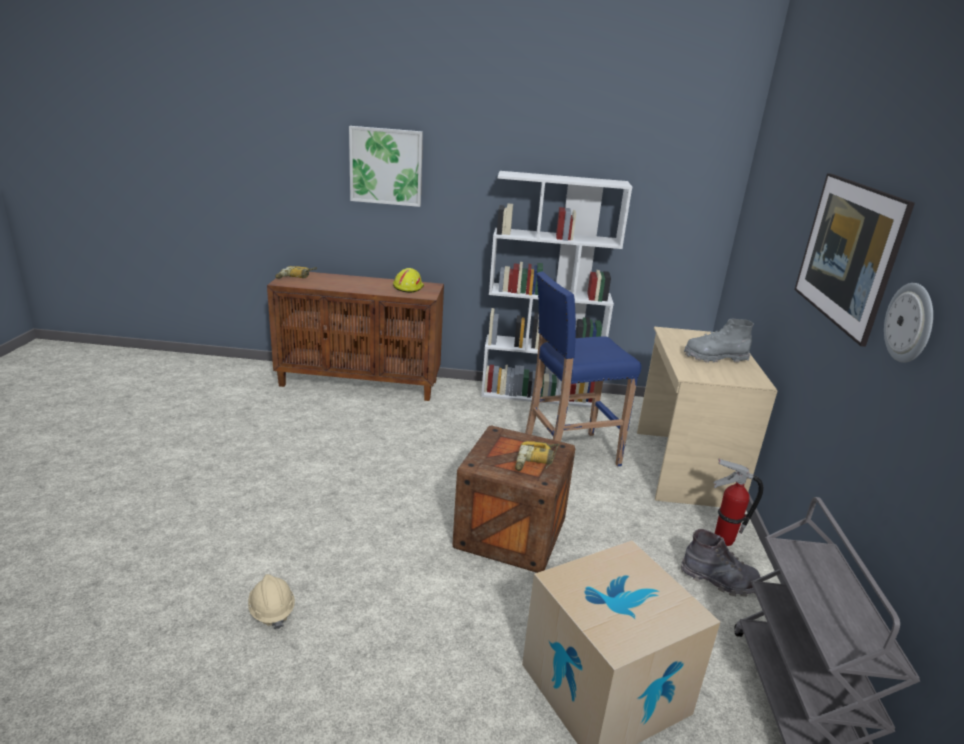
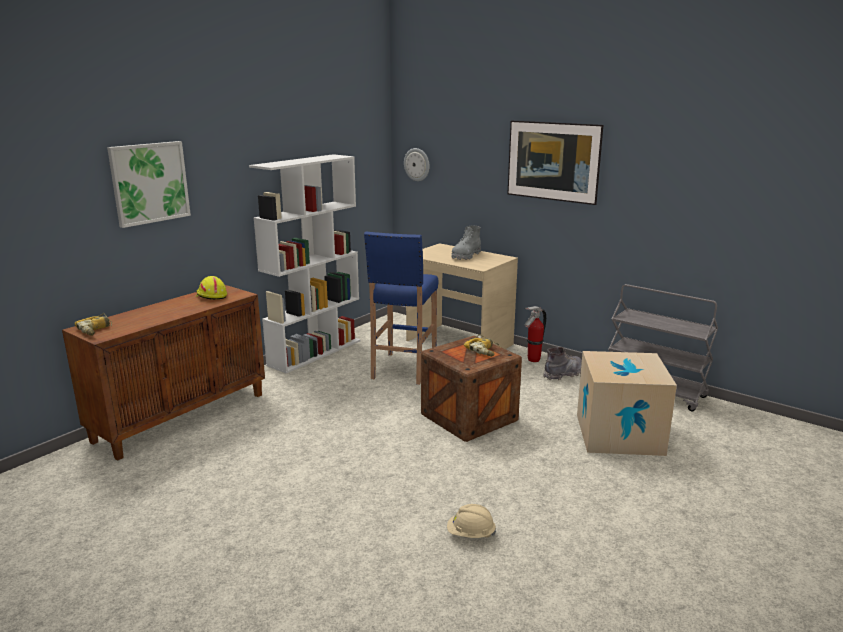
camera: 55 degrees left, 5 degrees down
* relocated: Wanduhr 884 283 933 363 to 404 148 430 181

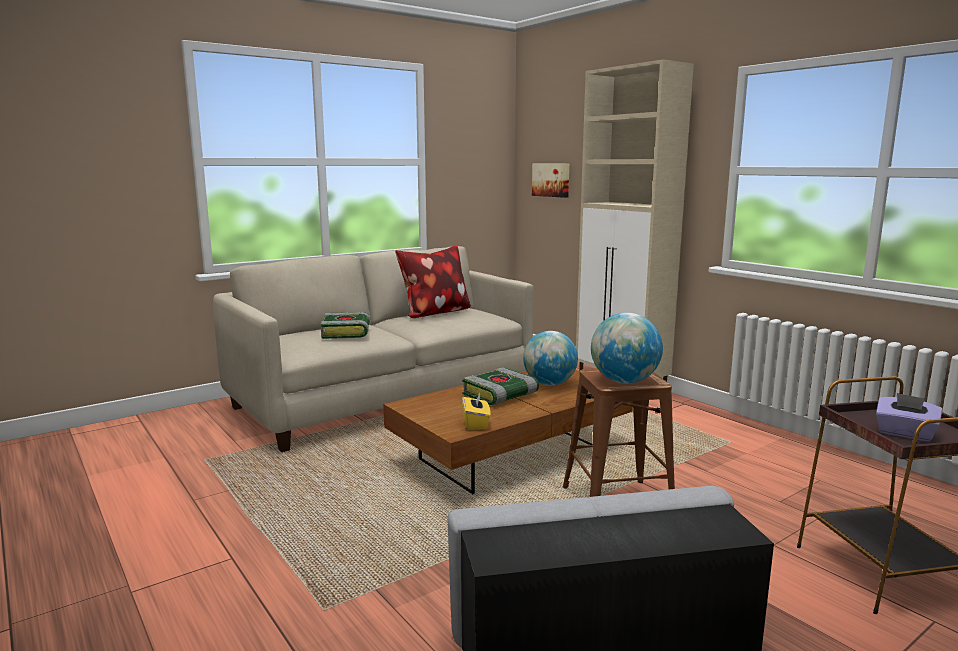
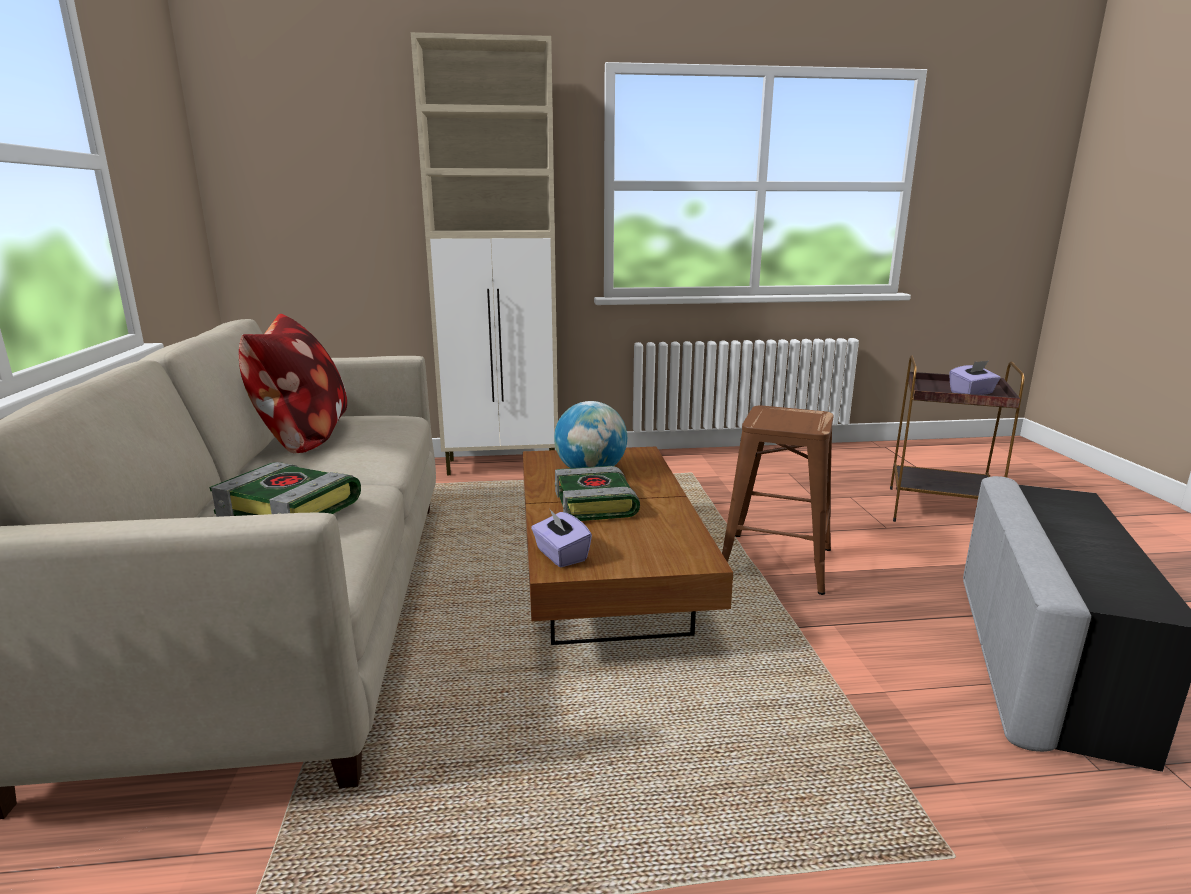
camera: 60 degrees left, 5 degrees up
* missing: Taschentuchbox (gelb) 462 392 491 430
* missing: Bild 532 164 569 198
* missing: Globus 591 313 663 383
* appeared: Taschentuchbox (lila) 531 510 592 567

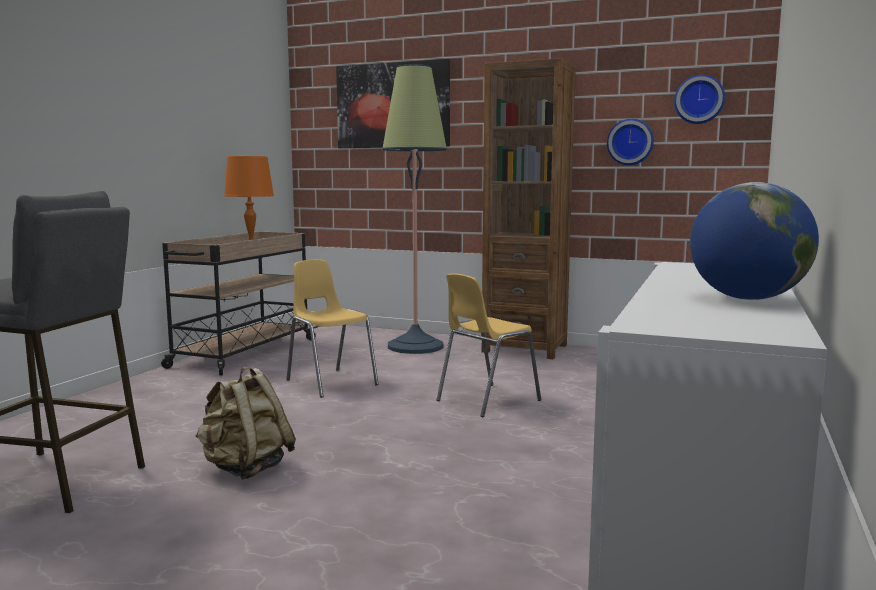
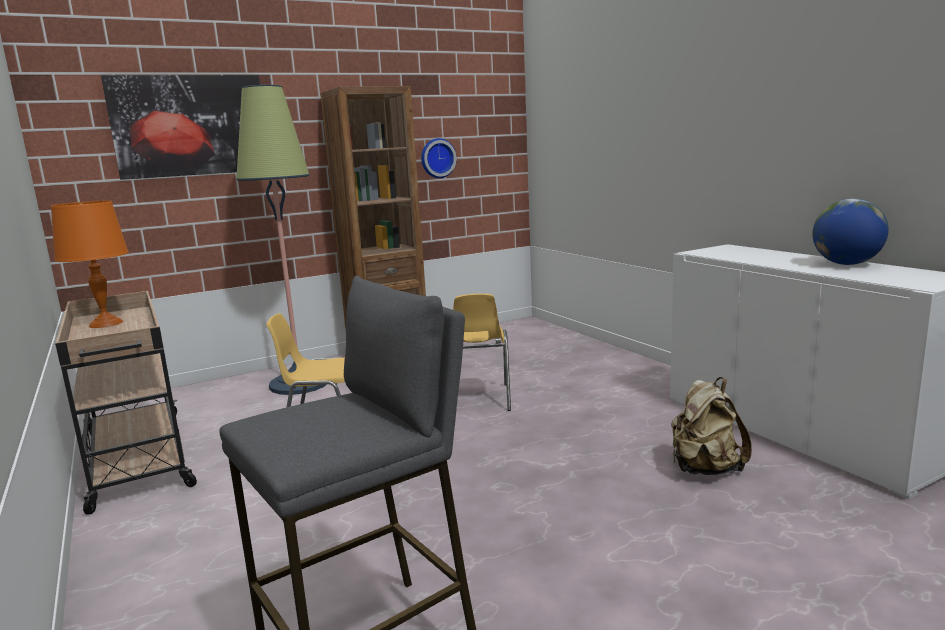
camera: 50 degrees left, 5 degrees up
* relocated: Rucksack (beige) 196 366 296 480 to 671 377 752 475
* missing: Wanduhr 674 75 725 124

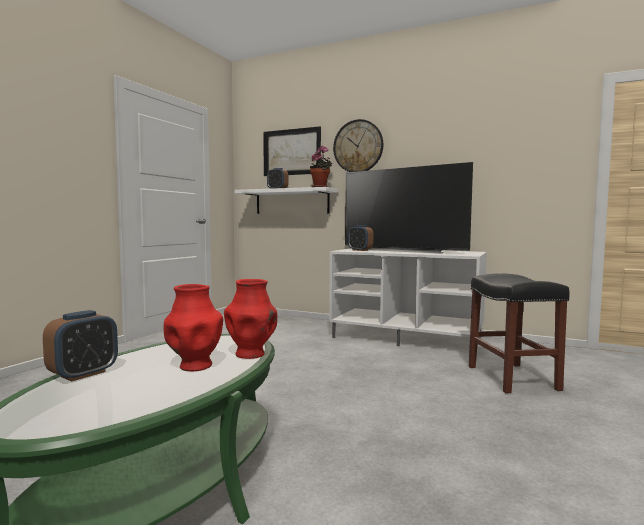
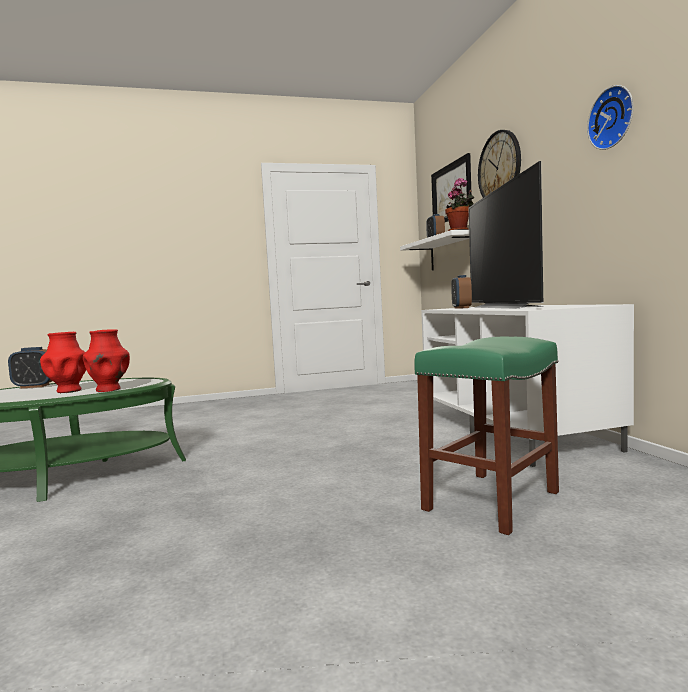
camera: 50 degrees right, 0 degrees up
* colour: Hocker (schwarz) 469 274 570 393 to Hocker (grün) 414 336 559 535
* appeared: Wanduhr 587 85 633 150

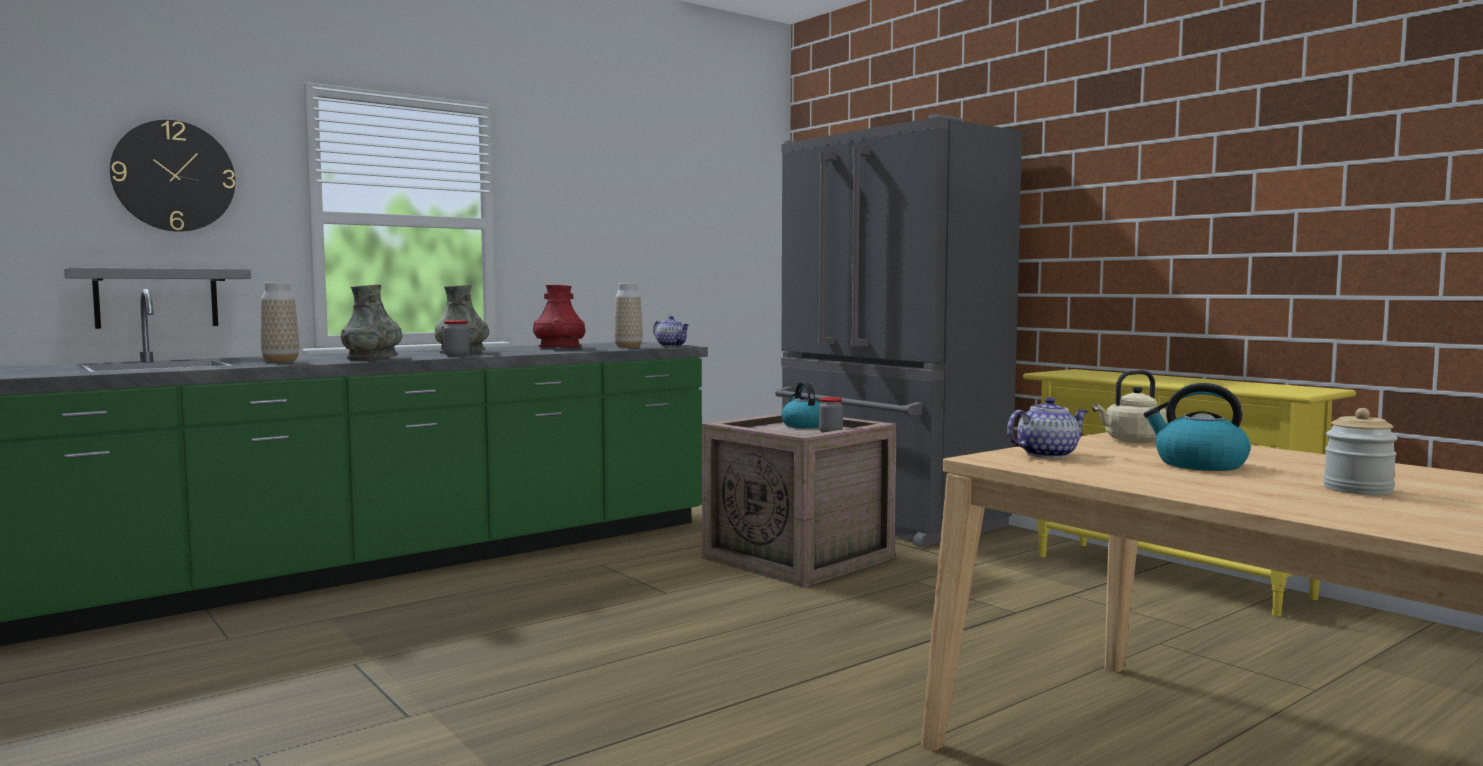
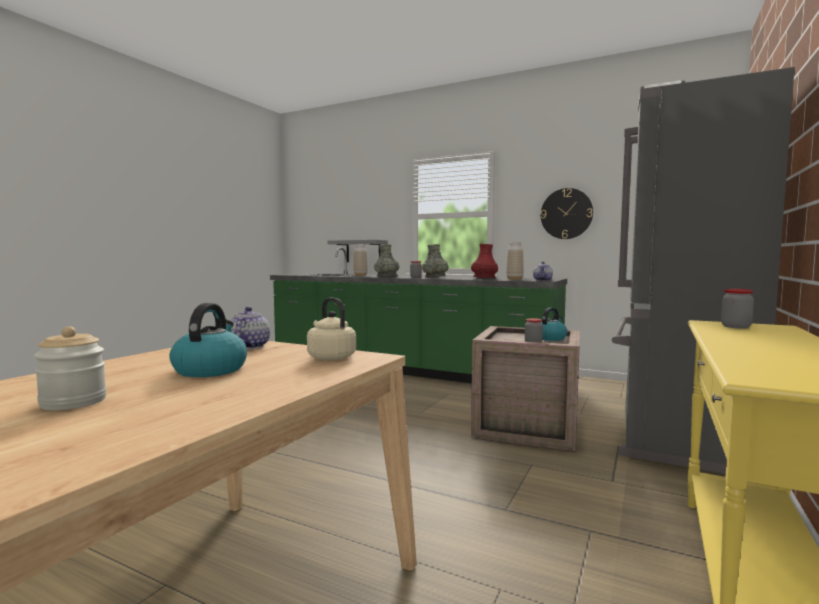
camera: 65 degrees right, 0 degrees up
* relocated: Wanduhr 110 120 235 232 to 541 188 593 239
* spun: Teekanne 1007 397 1089 458 = 230 307 270 349 135 degrees counterclockwise
* appeared: Vorratsglas 721 289 754 329

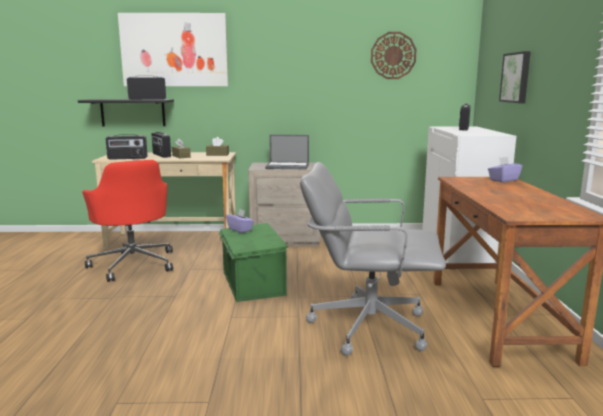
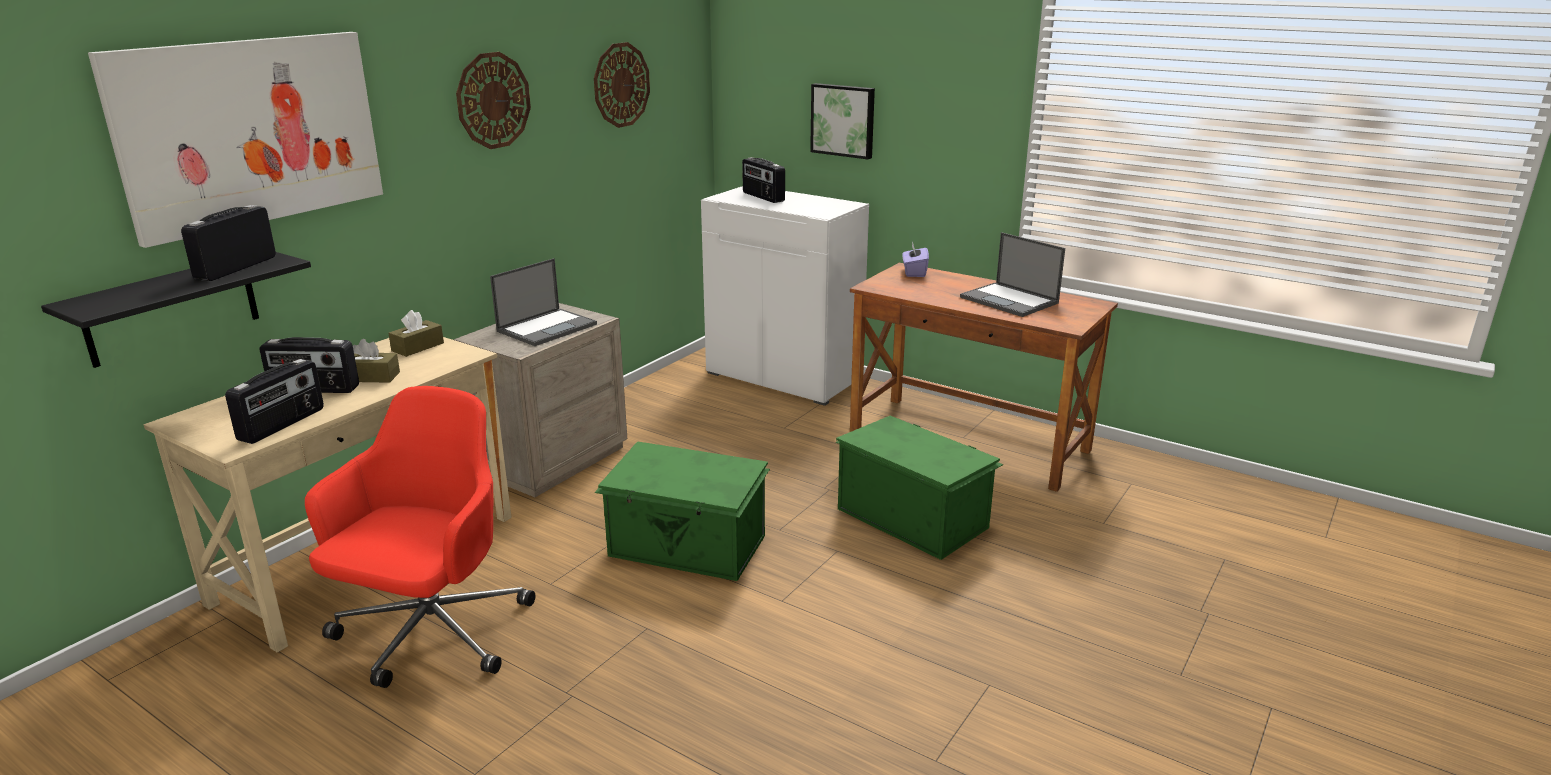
camera: 55 degrees left, 10 degrees up
* spun: Bürostuhl (rot) 82 160 173 282 = 305 386 535 688 75 degrees counterclockwise
* missing: Taschentuchbox (lila) 226 208 254 233
* exchanged: Bürostuhl (grau) 300 162 446 356 to Aufbewahrungsbox (grün) 836 416 1003 560
* appeared: Wanduhr 456 52 531 149
* appeared: Laptop 960 232 1065 317

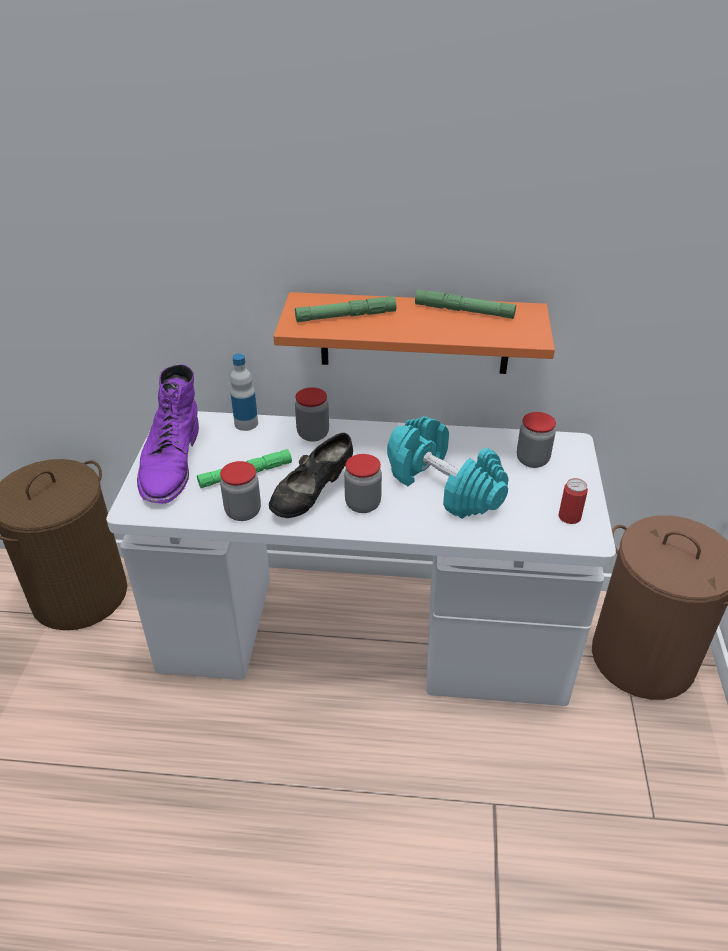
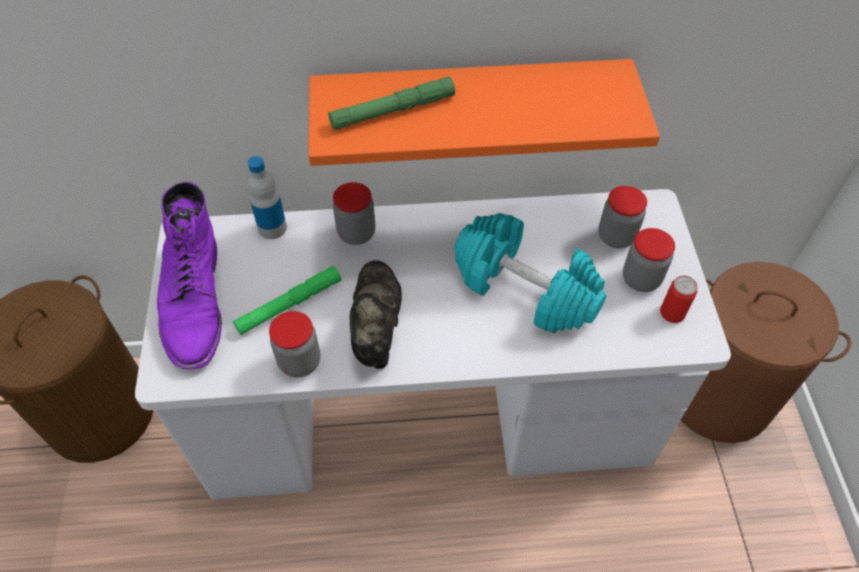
camera: 10 degrees left, 15 degrees up
* spun: Schuh (schwarz) 269 433 353 518 = 349 260 402 369 150 degrees clockwise
* relocated: Vorratsglas 344 454 382 513 to 623 228 675 292
* missing: Taschenlampe (grün) 415 289 516 319

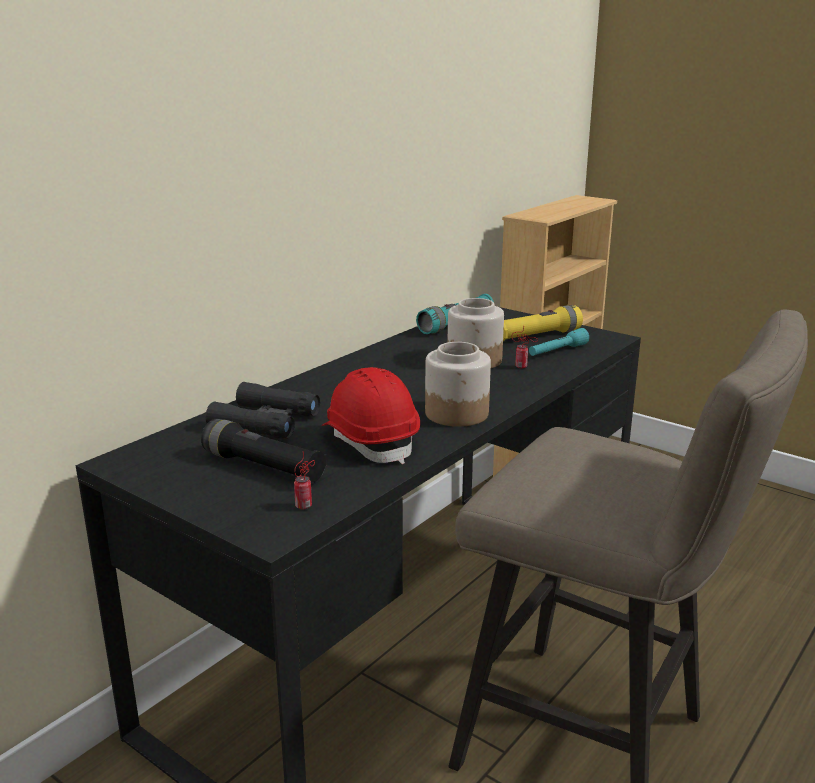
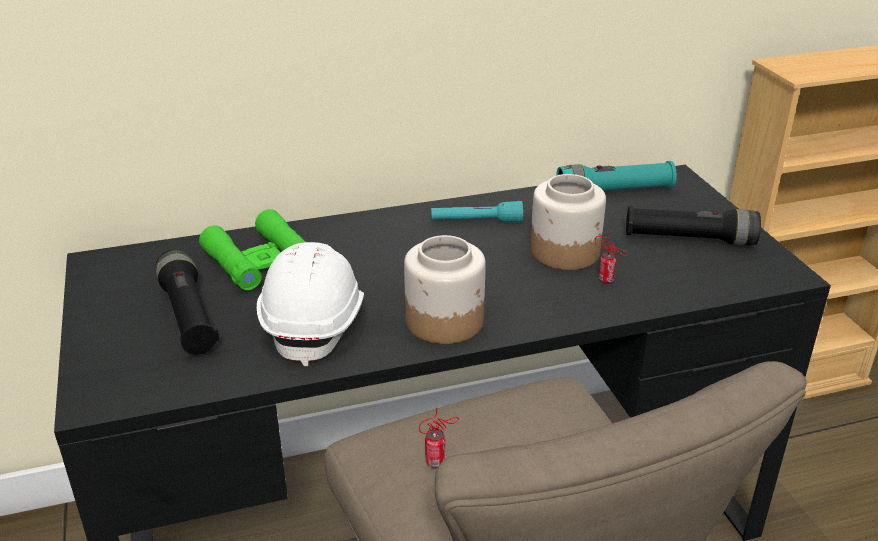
camera: 35 degrees right, 10 degrees up
* colour: Fernglas (schwarz) 205 382 320 439 to Fernglas (grün) 199 209 305 290
* relocated: Dose 294 451 315 509 to 419 408 459 468
* colour: Schutzhelm (rot) 322 367 420 464 to Schutzhelm (weiß) 257 242 364 366
* colour: Taschenlampe (gelb) 503 305 583 341 to Taschenlampe (schwarz) 626 206 761 245
* relocated: Taschenlampe (türkis) 529 328 589 356 to 431 201 523 222

